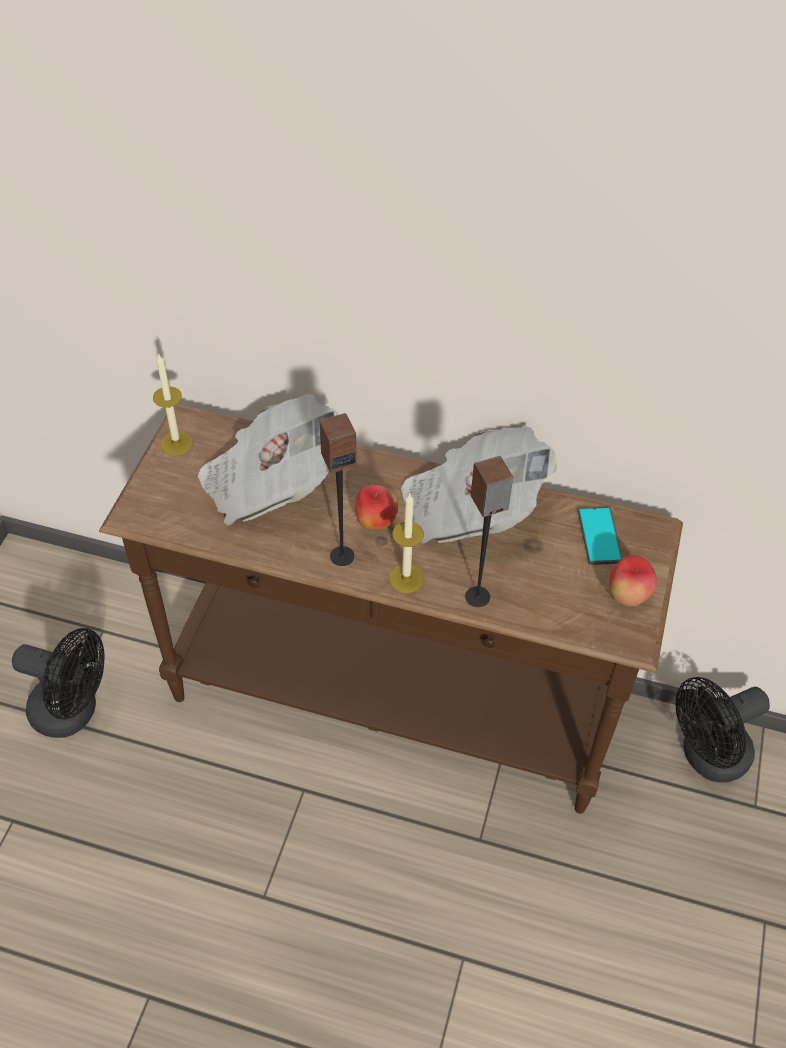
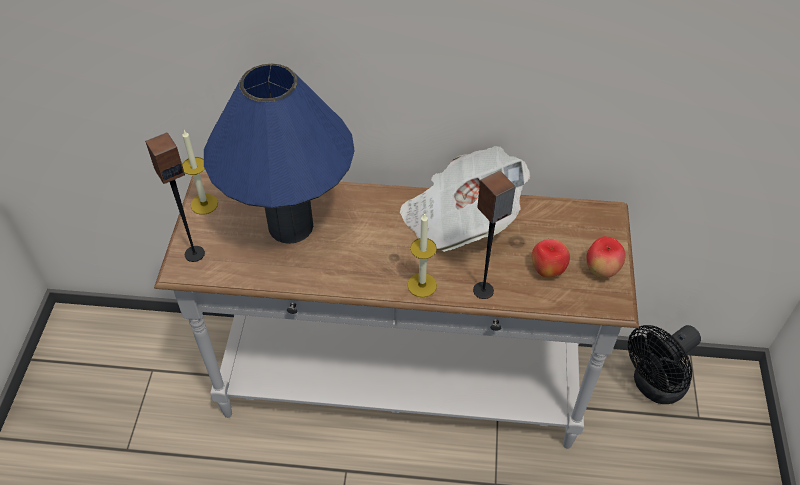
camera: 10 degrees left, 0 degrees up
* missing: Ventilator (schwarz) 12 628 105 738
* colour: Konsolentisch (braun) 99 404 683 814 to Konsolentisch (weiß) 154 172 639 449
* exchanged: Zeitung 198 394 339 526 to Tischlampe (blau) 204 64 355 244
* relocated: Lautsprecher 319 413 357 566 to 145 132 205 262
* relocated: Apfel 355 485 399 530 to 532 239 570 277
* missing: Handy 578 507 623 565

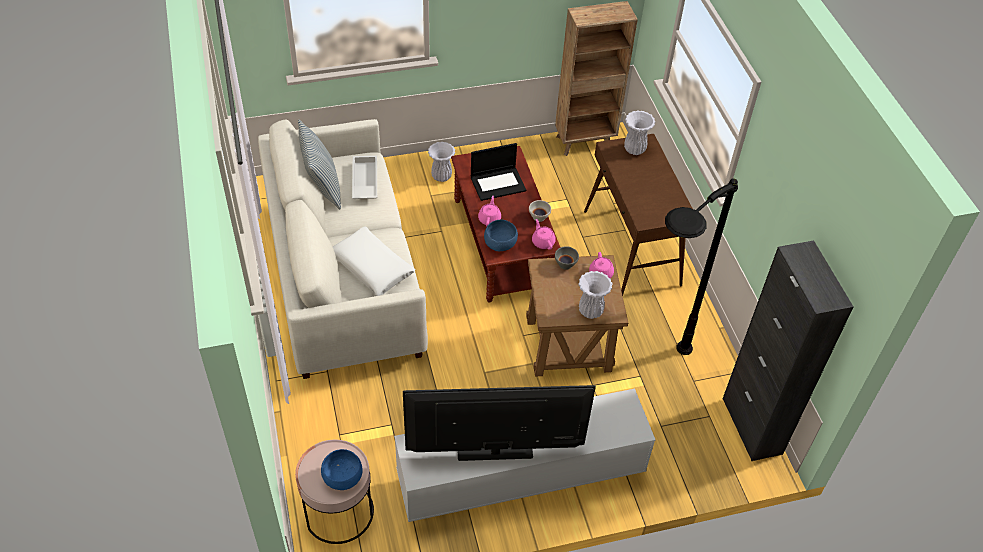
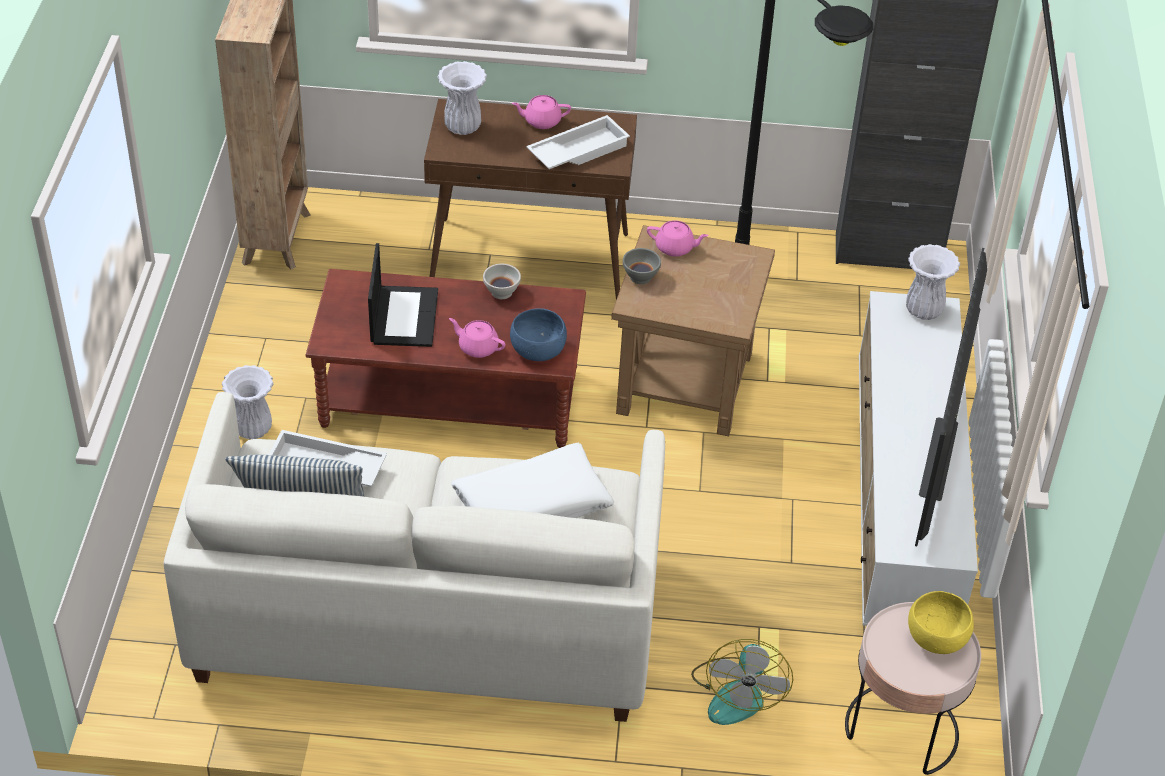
camera: 70 degrees left, 5 degrees down
* colour: Schüssel (blau) 321 449 363 490 to Schüssel (gelb) 908 591 974 654
* relocated: Teekanne (rosa) 532 219 556 250 to 512 95 571 129
* relocated: Vase (weiß) 578 271 613 319 to 906 244 960 320
* appeared: Tablett (weiß) 526 115 630 169
* appeared: Ventilator 691 639 793 725

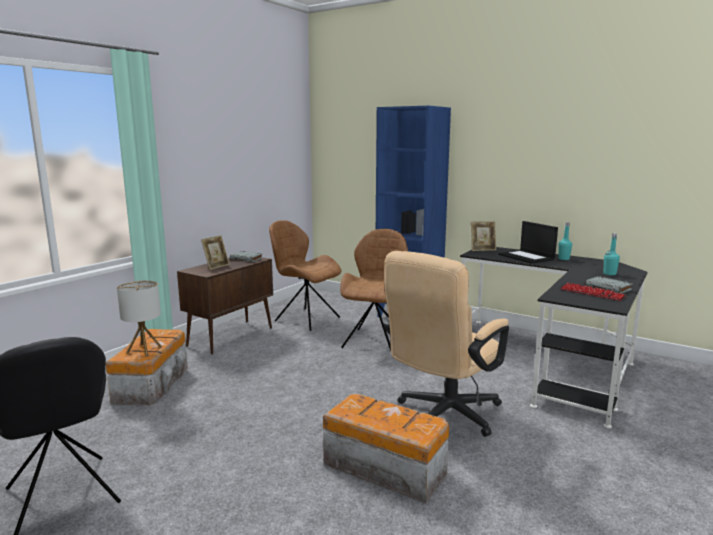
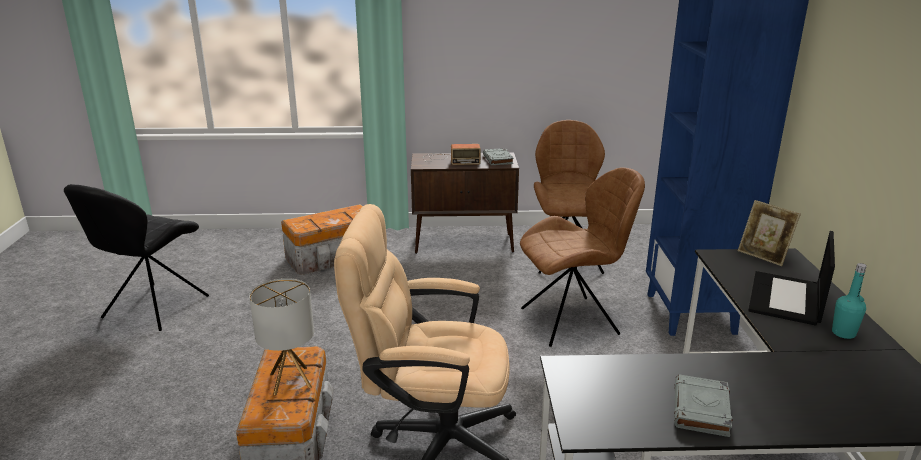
camera: 55 degrees right, 10 degrees up
* relocated: Tischlampe 117 280 162 356 to 249 278 314 395
* exchanged: Bilderrahmen 201 235 230 270 to Radio 423 144 481 165
* missing: Tastatur 560 283 627 301
* missing: Flasche (türkis) 604 233 620 275

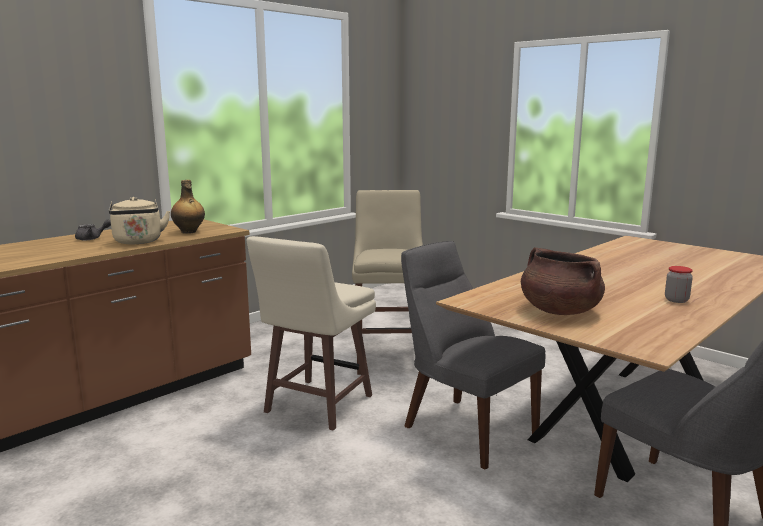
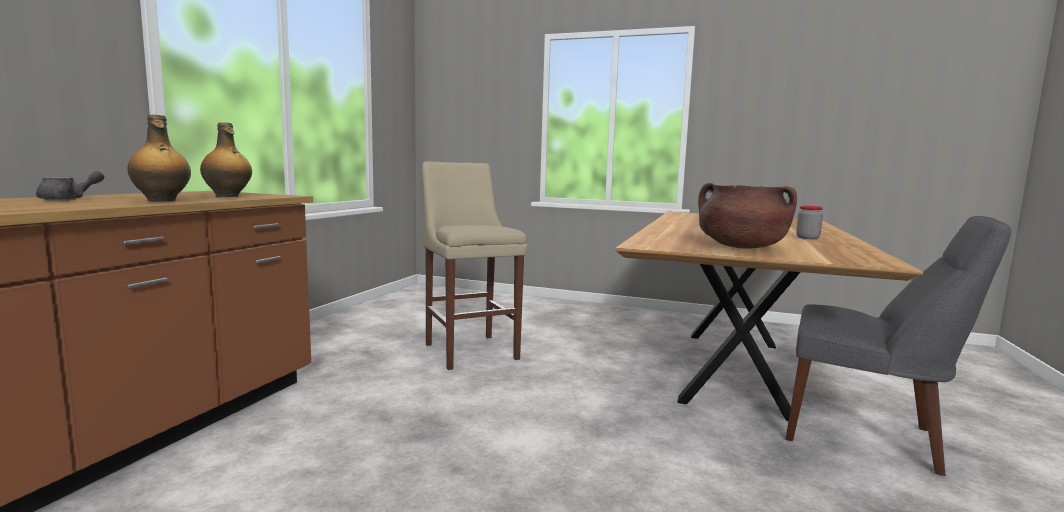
camera: 25 degrees left, 5 degrees down
* exchanged: Wasserkessel (beige) 109 197 170 244 to Flasche 127 114 191 202
* missing: Hocker (beige) 247 236 376 431
* missing: Stuhl (grau) 401 241 545 469

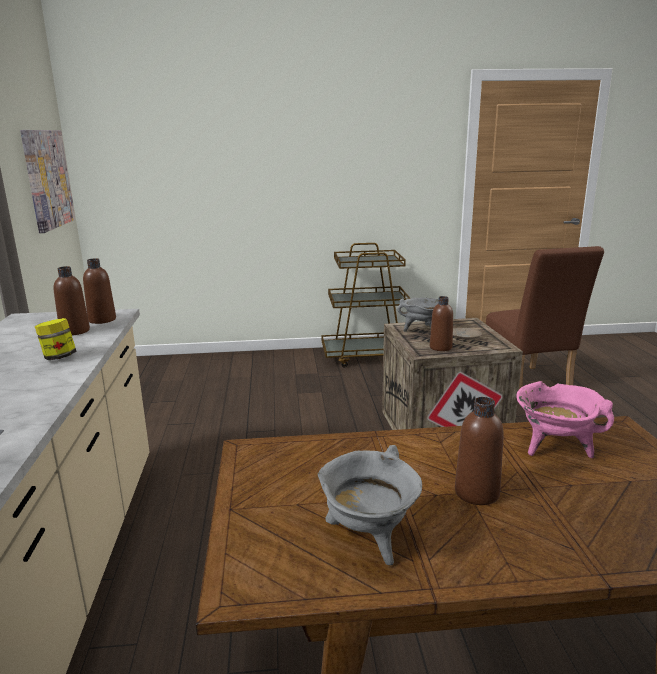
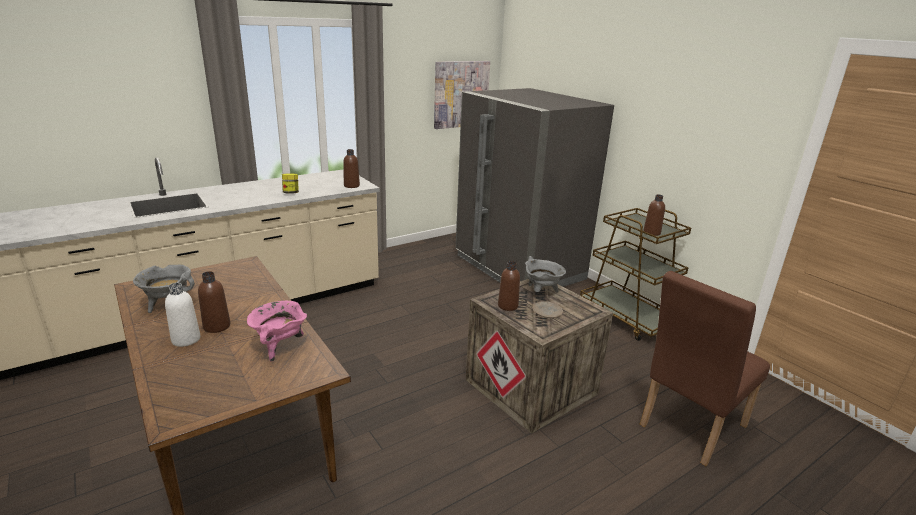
camera: 60 degrees right, 5 degrees up
* relocated: Flasche (braun) 54 266 90 336 to 643 194 665 236
* appeared: Flasche (weiß) 165 283 200 347
* appeared: Kühlschrank (grau) 456 88 614 287

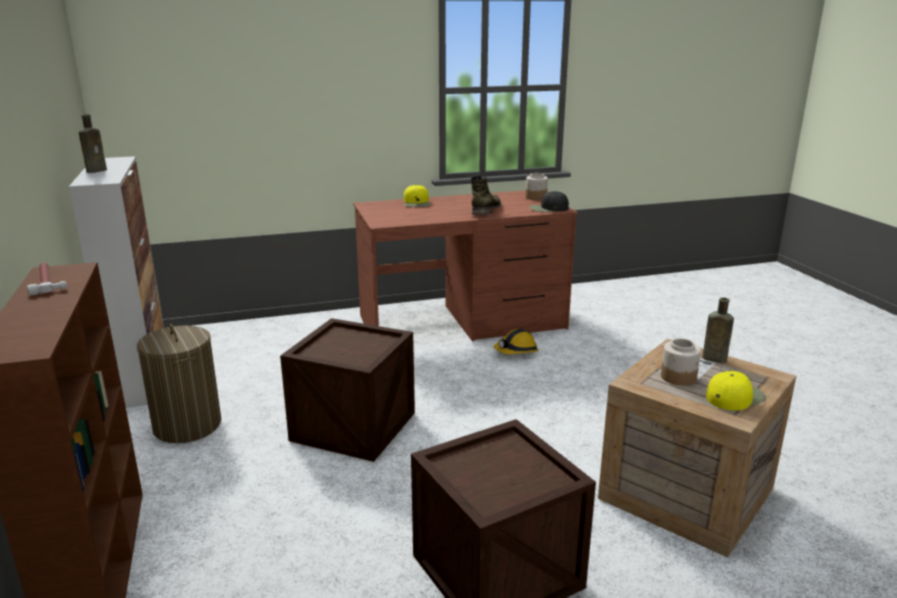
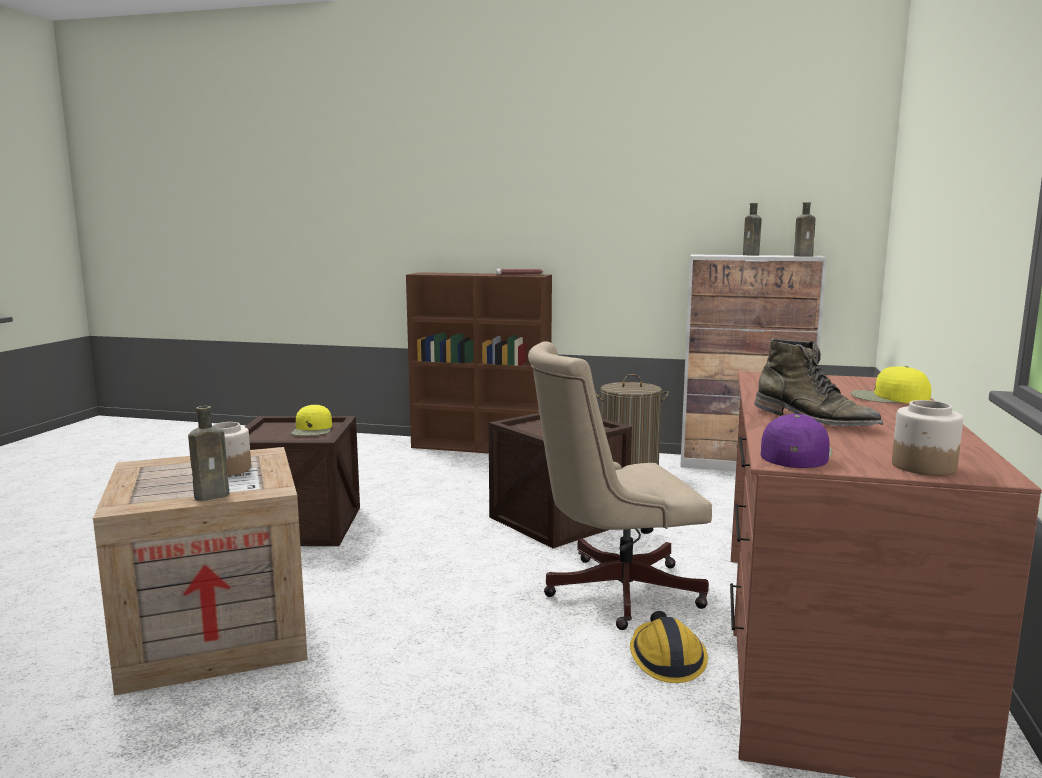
camera: 120 degrees right, 10 degrees down
* colour: Kappe (schwarz) 530 191 569 212 to Kappe (lila) 760 414 832 468
* relocated: Kappe (gelb) 706 371 766 411 to 291 404 332 436
* appeared: Bürostuhl (beige) 528 341 712 630
* appeared: Flasche (braun) 794 202 816 257

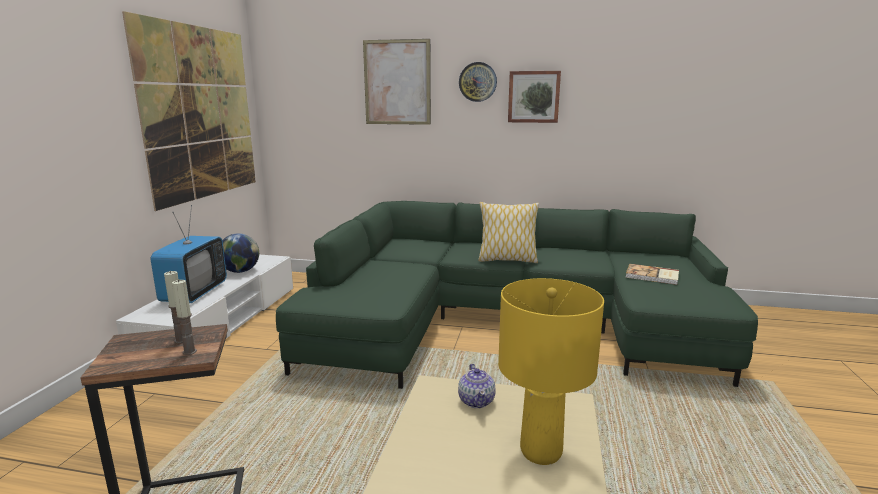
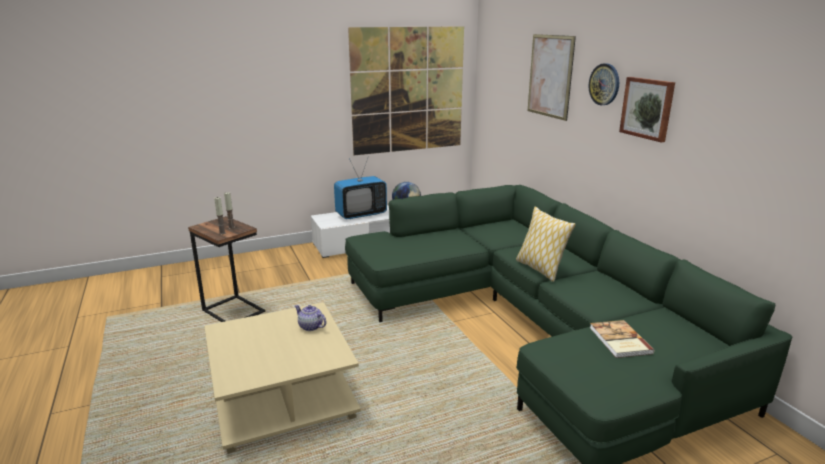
camera: 55 degrees right, 5 degrees up
* spun: Teekanne 458 364 496 408 = 295 305 327 331 75 degrees clockwise
* missing: Tischlampe (gelb) 498 278 604 465

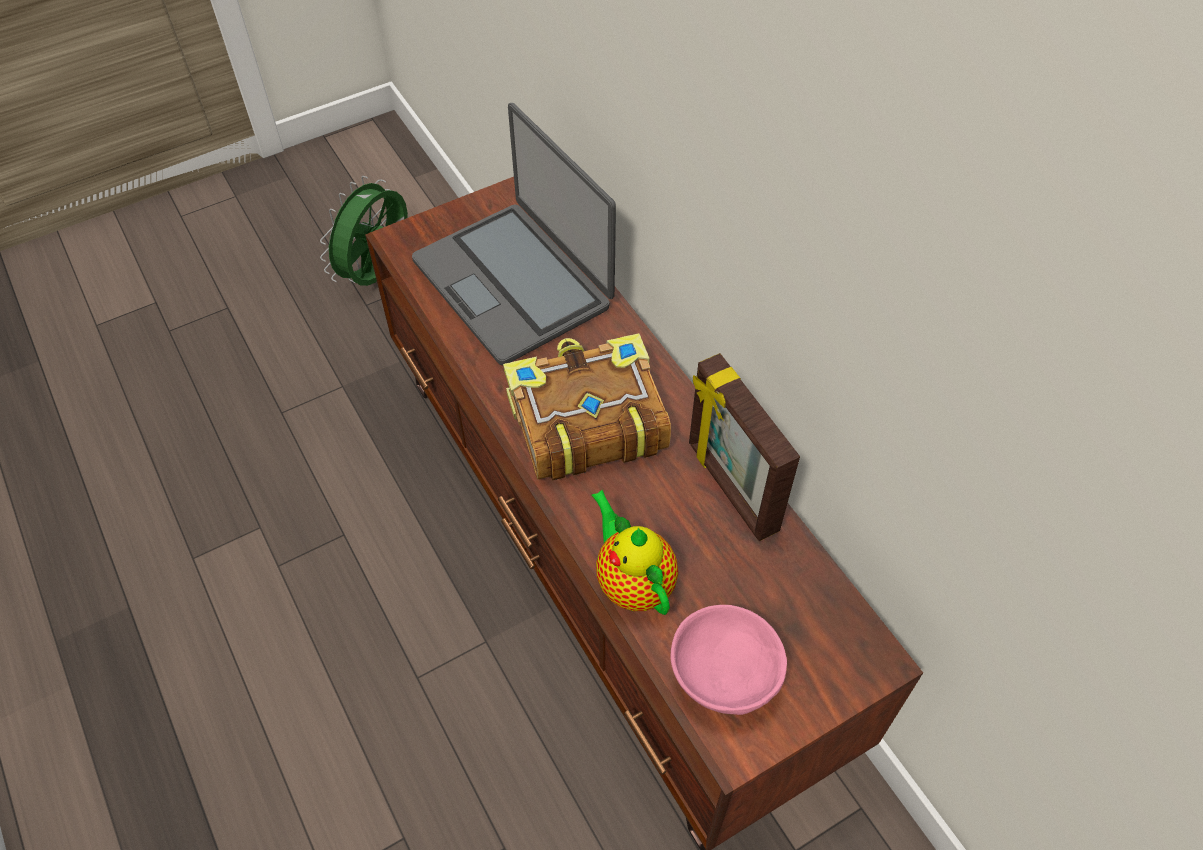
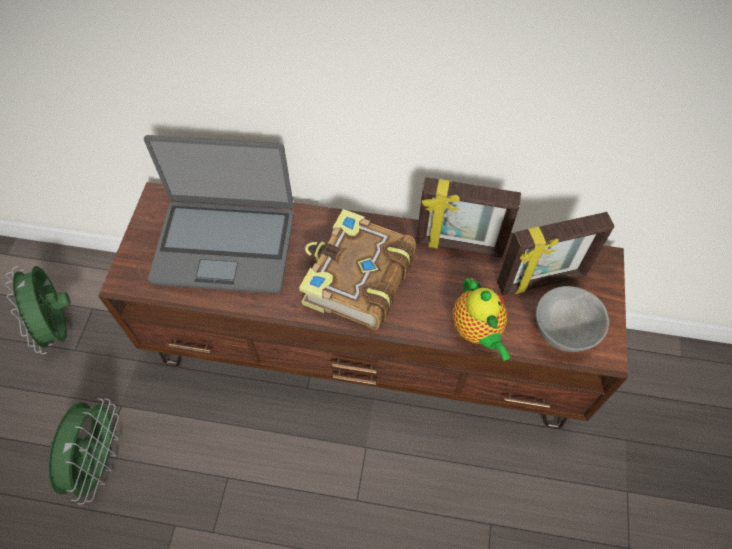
camera: 50 degrees left, 5 degrees up
* spun: Teekanne 591 490 678 615 = 452 278 511 361 120 degrees counterclockwise
* colour: Schüssel (rosa) 671 605 787 715 to Schüssel (grau) 536 286 609 352
* appeared: Ventilator (grün) 48 398 119 505
* appeared: Bilderrahmen 497 212 614 295

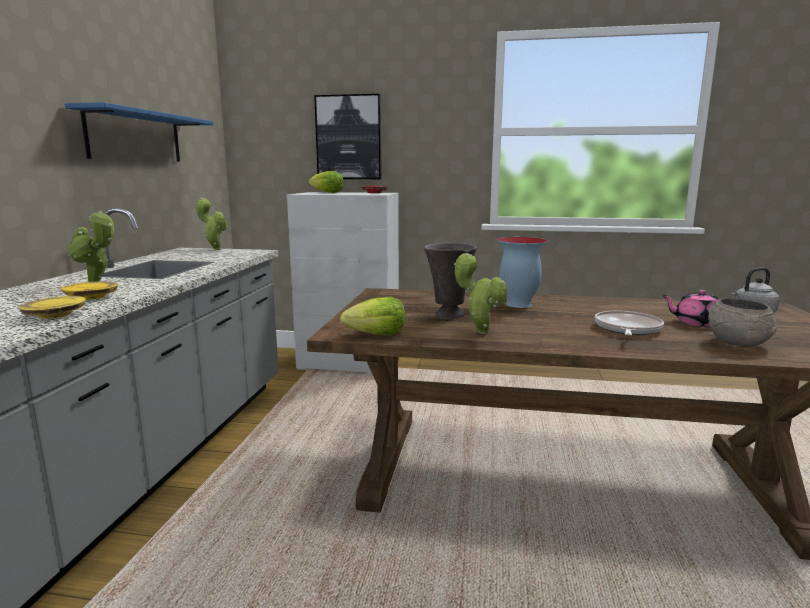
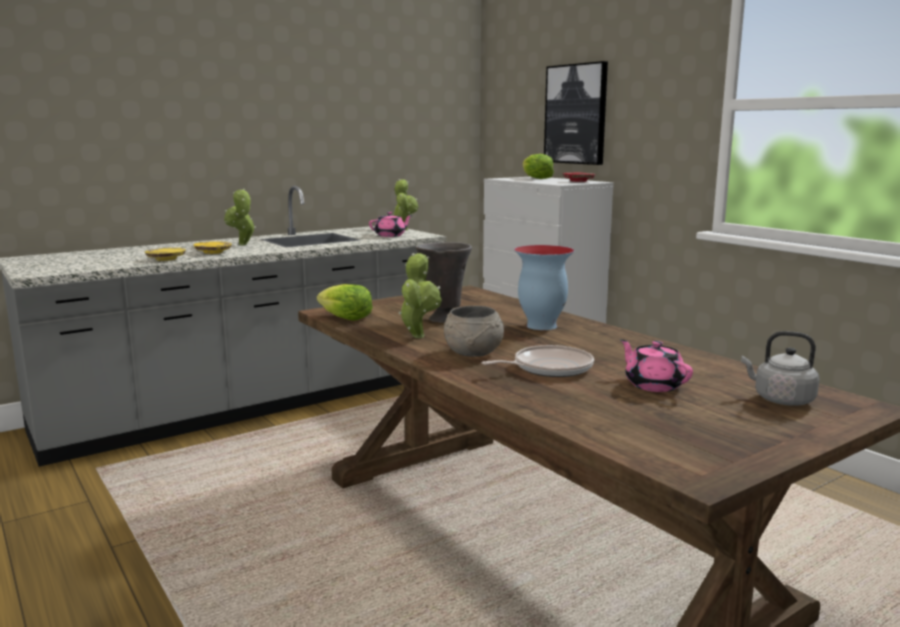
camera: 45 degrees right, 0 degrees up
* missing: Wandregal (blau) 65 102 213 162
* relocated: Schüssel (grau) 708 298 777 347 to 444 306 504 357
* appeared: Teekanne (rosa) 369 212 412 237

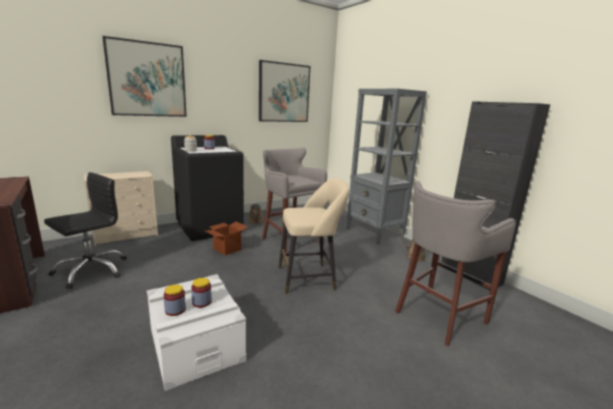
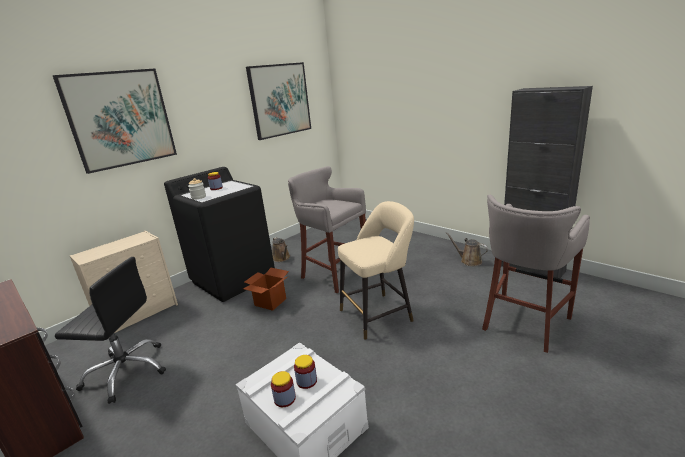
camera: 10 degrees left, 5 degrees up
* spun: Bürostuhl (schwarz) 44 172 127 289 = 55 257 166 404 75 degrees clockwise
* missing: Bücherregal (grau) 347 89 427 245

